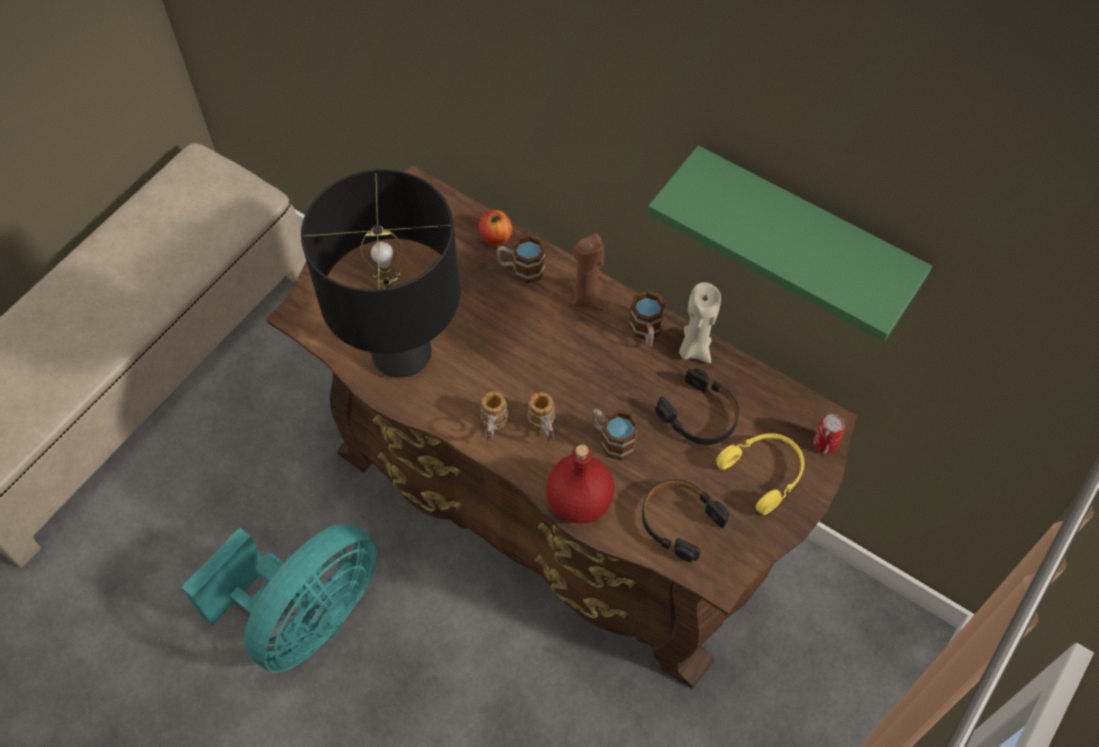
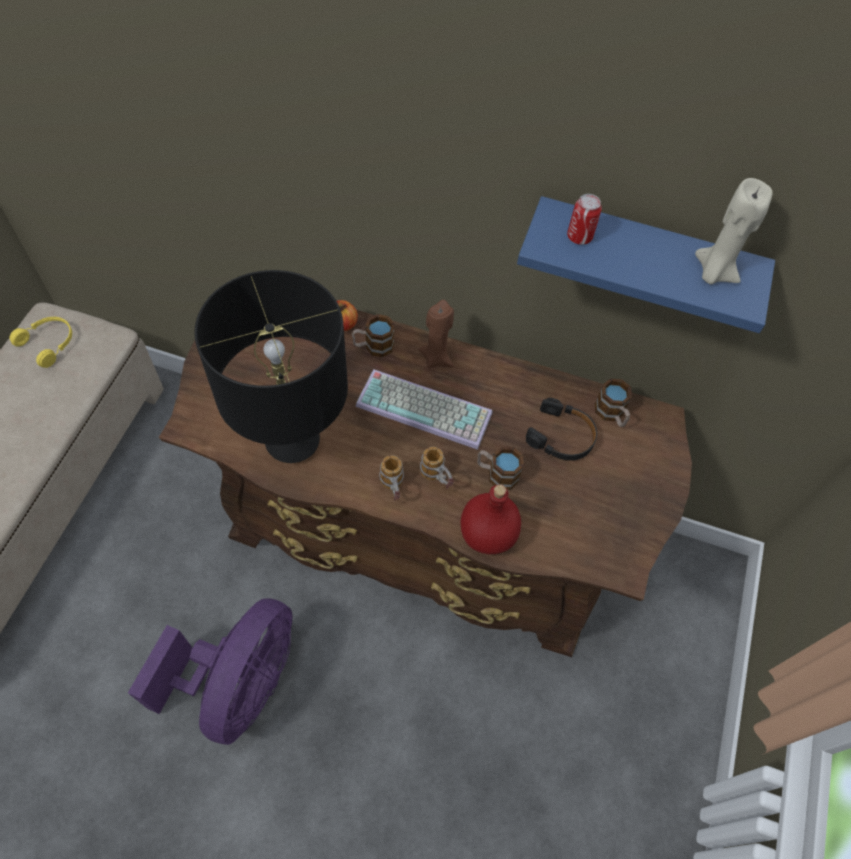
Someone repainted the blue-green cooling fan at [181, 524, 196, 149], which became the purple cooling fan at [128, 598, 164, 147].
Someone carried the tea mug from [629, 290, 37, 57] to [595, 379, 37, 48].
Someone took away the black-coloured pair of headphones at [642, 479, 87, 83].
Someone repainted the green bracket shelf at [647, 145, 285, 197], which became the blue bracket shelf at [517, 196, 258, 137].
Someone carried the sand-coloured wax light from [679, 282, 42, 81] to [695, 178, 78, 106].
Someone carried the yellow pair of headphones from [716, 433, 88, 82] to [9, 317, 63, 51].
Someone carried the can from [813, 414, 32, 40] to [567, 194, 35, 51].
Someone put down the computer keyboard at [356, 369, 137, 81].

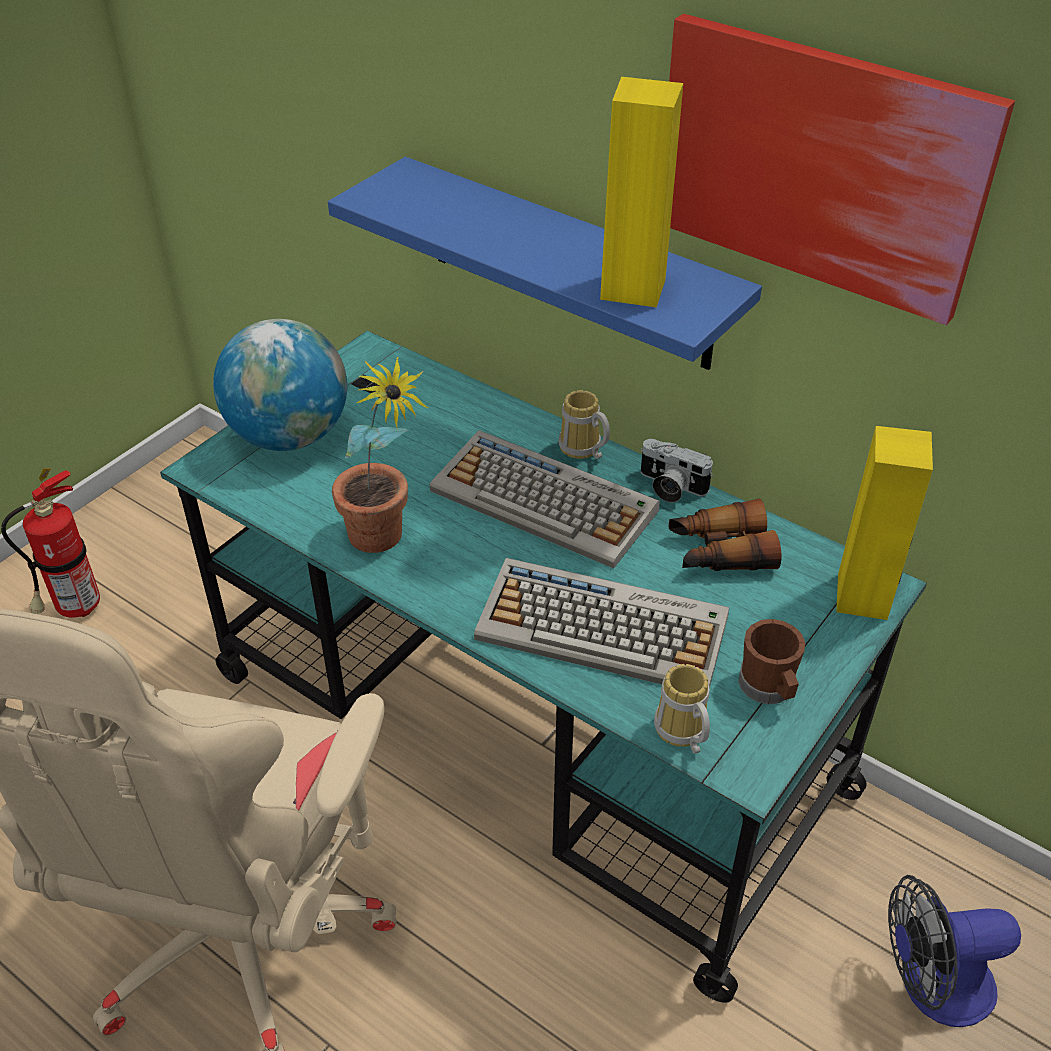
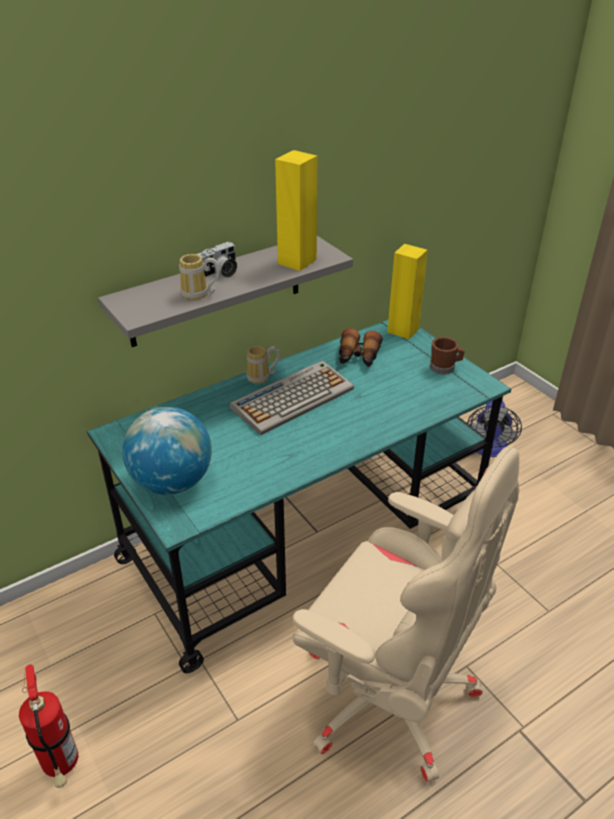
Someone repainted the blue bracket shelf at [328, 157, 434, 213], which became the greyish bracket shelf at [98, 236, 255, 111].
Someone took away the houseplant at [332, 357, 96, 196].
Someone took away the computer keyboard at [474, 558, 255, 130].
Someone carried the photo camera from [640, 439, 74, 63] to [197, 242, 40, 36].
Someone carried the tea mug from [654, 664, 56, 90] to [179, 254, 41, 46].
Someone took away the wall picture at [669, 14, 346, 311].

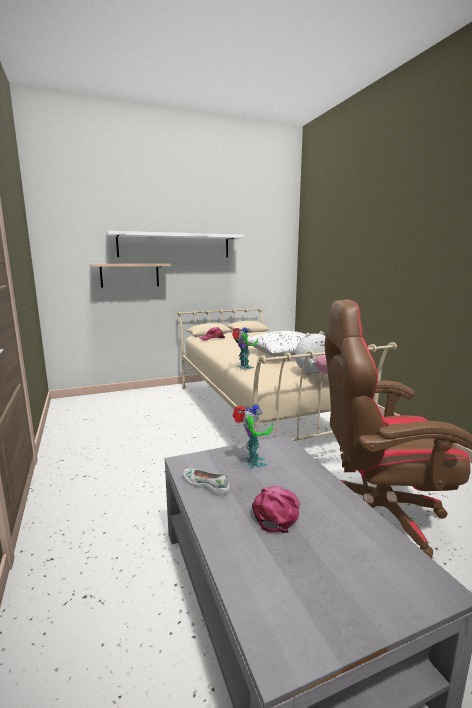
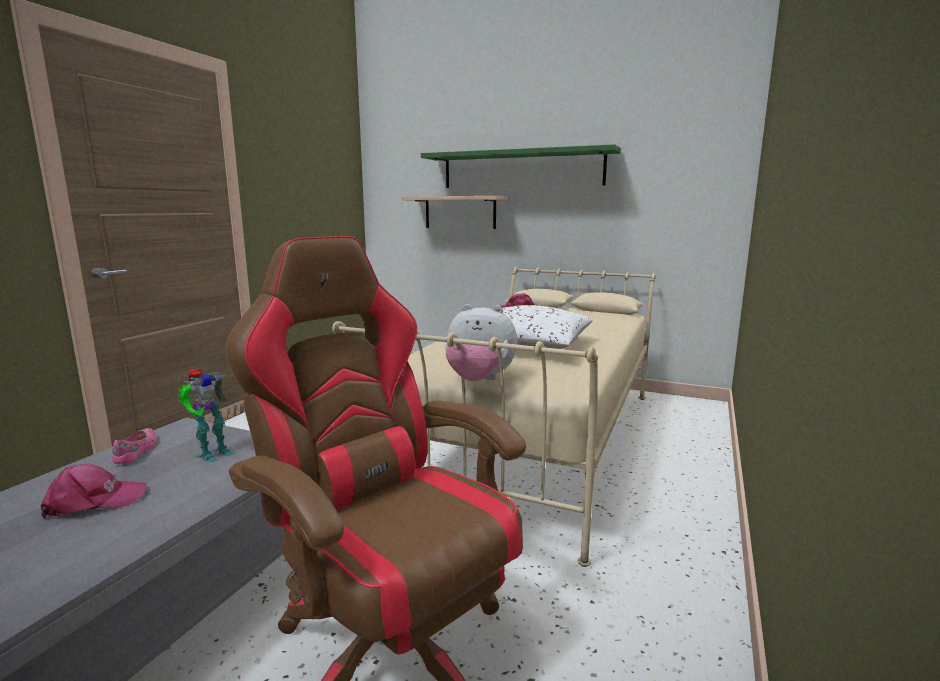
Someone repainted the white bracket shelf at [106, 231, 137, 27], which became the green bracket shelf at [421, 144, 200, 44].
Someone repainted the white item of footwear at [183, 468, 47, 28], which became the pink item of footwear at [112, 428, 45, 36].
Someone took away the robot figure at [232, 327, 26, 43].

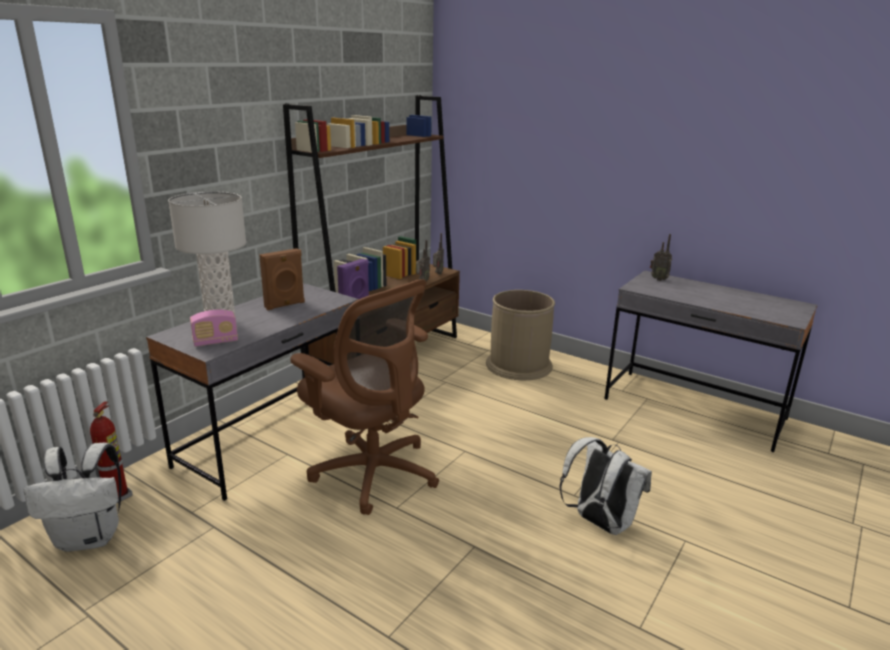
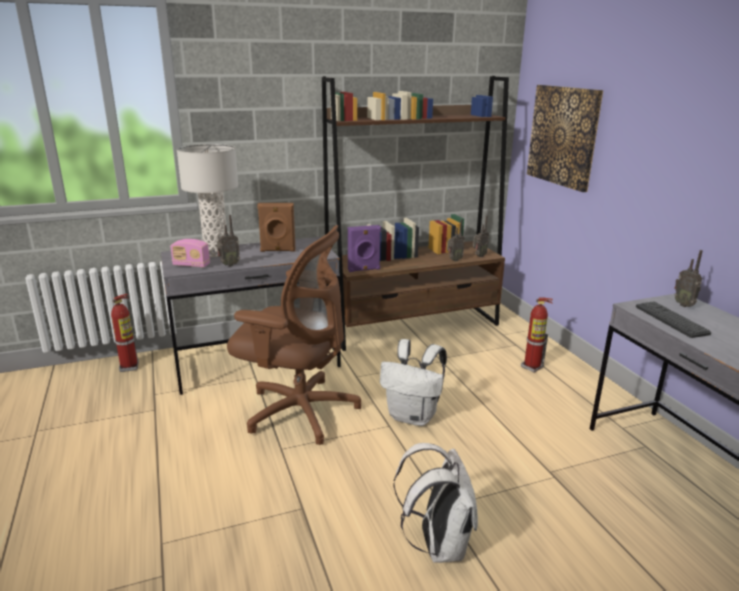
Someone carried the white rucksack from [23, 443, 99, 109] to [380, 339, 67, 87].
Someone rotated the brown-coloured office chair at [290, 279, 149, 236] by 60 degrees counterclockwise.
Someone swapped the brown-coloured rubbish bin at [486, 290, 69, 90] for the fire-fighting cylinder at [521, 297, 32, 76].
Someone put down the radio receiver at [217, 215, 23, 52].
Someone put up the wall picture at [527, 85, 76, 107].
Someone put down the computer keyboard at [636, 301, 75, 37].

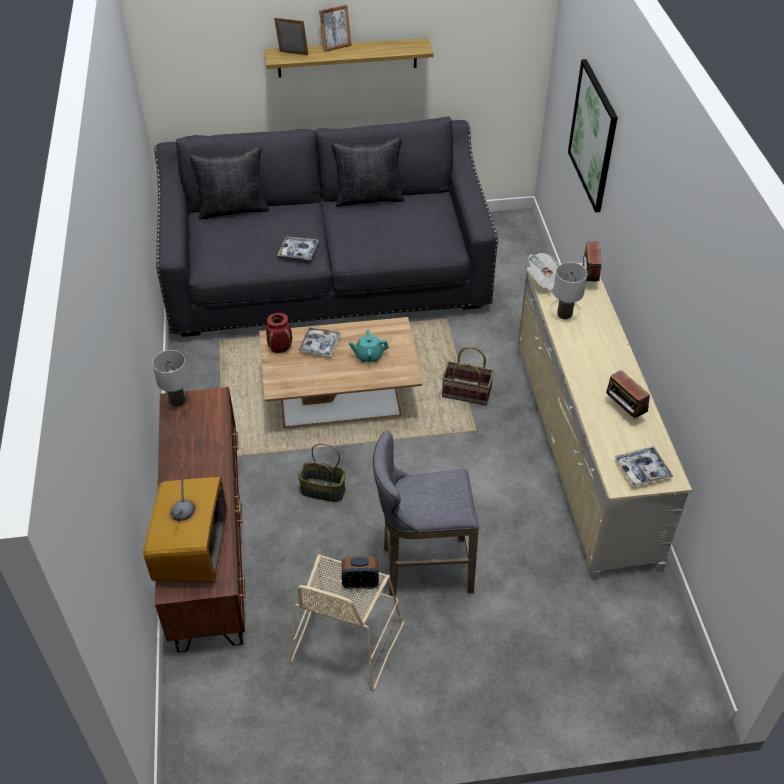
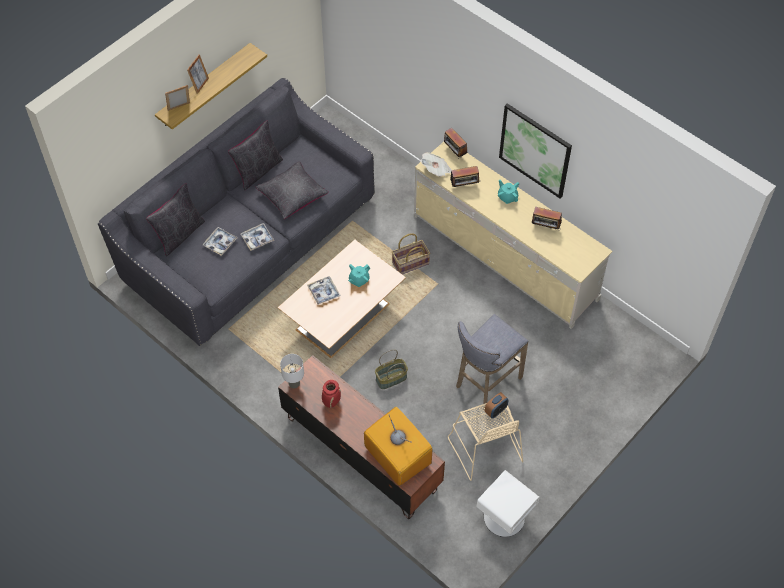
Someone carried the red flower vase from [266, 313, 26, 40] to [322, 380, 19, 28].
Someone swapped the white tabletop lamp at [553, 262, 34, 57] for the radio receiver at [450, 166, 31, 21].
Someone carried the wall picture from [568, 59, 50, 153] to [499, 103, 73, 96].
Someone carried the carrying tray from [615, 446, 58, 41] to [203, 227, 34, 29].
Someone put down the black-coloured throw pillow at [255, 161, 74, 58].
Someone put down the white bedside table at [476, 470, 64, 67].
Someone put down the blue-green tea pot at [498, 180, 21, 24].

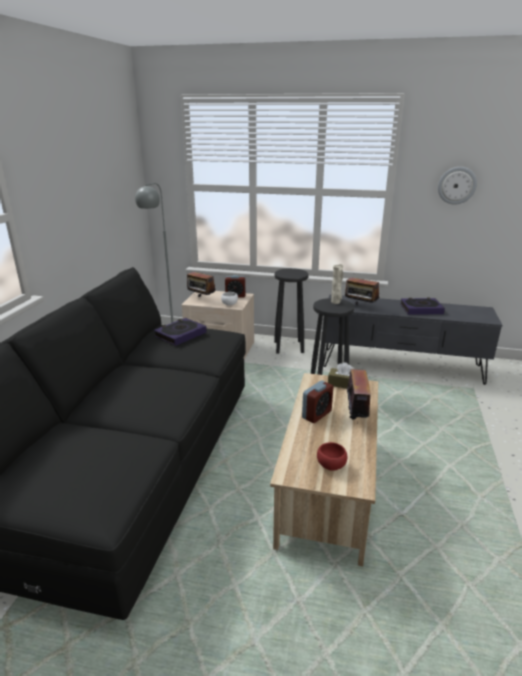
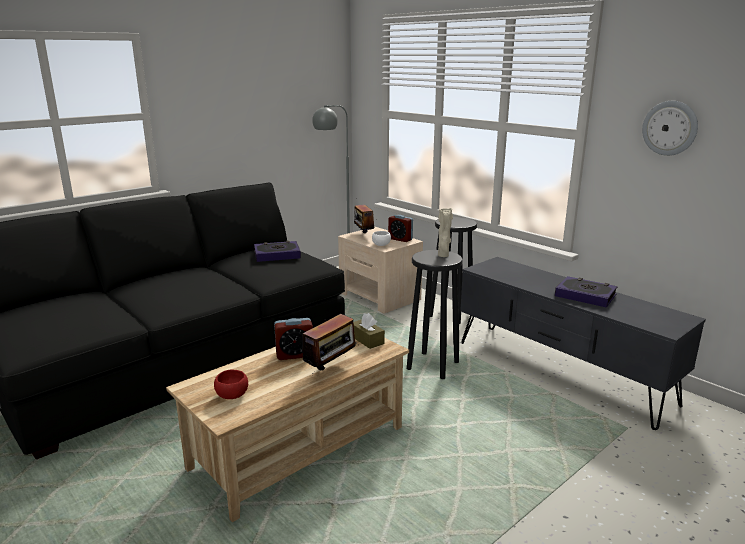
Someone took away the radio receiver at [345, 277, 34, 28].

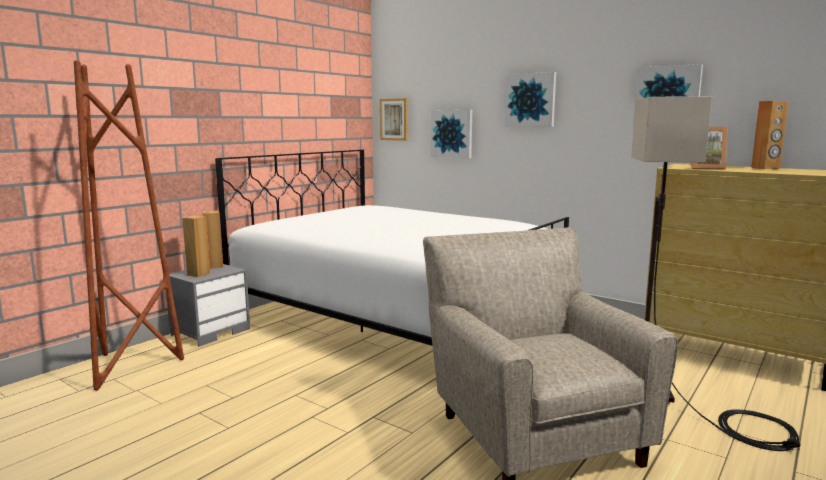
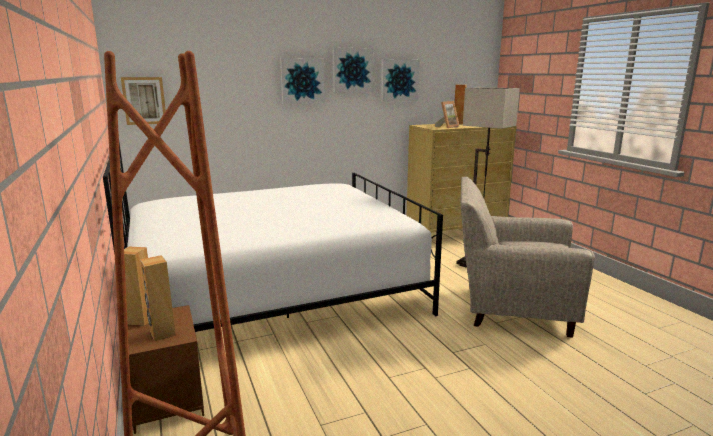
Someone repainted the greyish bedside table at [166, 264, 84, 83], which became the brown-coloured bedside table at [128, 305, 76, 129].
Someone carried the wall picture from [430, 110, 42, 48] to [333, 48, 41, 45].

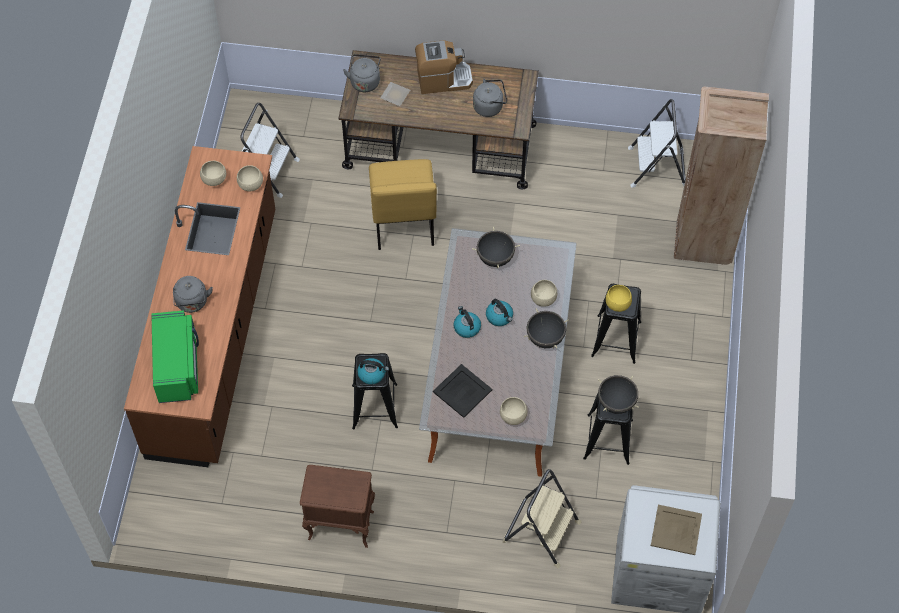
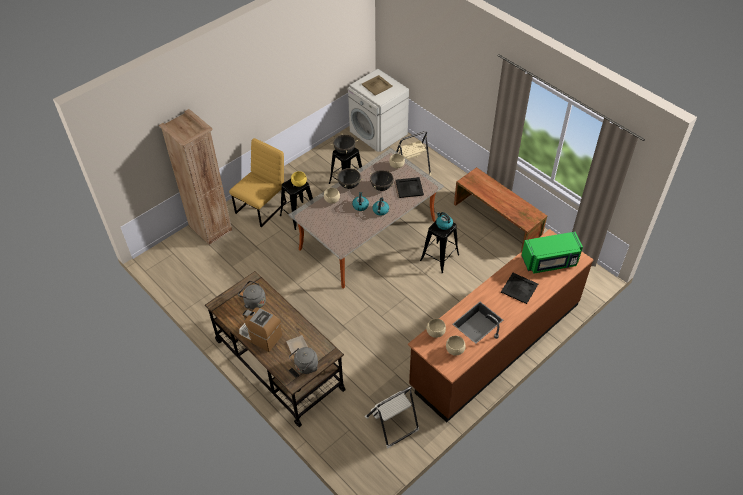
Someone rotated the green microwave at [152, 310, 47, 93] by 135 degrees counterclockwise.
Someone swapped the greyish water kettle at [173, 276, 40, 37] for the black-coloured carrying tray at [501, 273, 37, 31].
Someone swapped the brown-coloured bedside table at [300, 465, 75, 83] for the brown-coloured bench at [454, 167, 93, 85].
Someone carried the yellow upright chair from [369, 159, 68, 91] to [229, 138, 58, 89].
Someone carried the black-coloured stockpot from [472, 227, 48, 41] to [370, 170, 24, 21].
Someone took away the white stepladder at [628, 99, 58, 89].

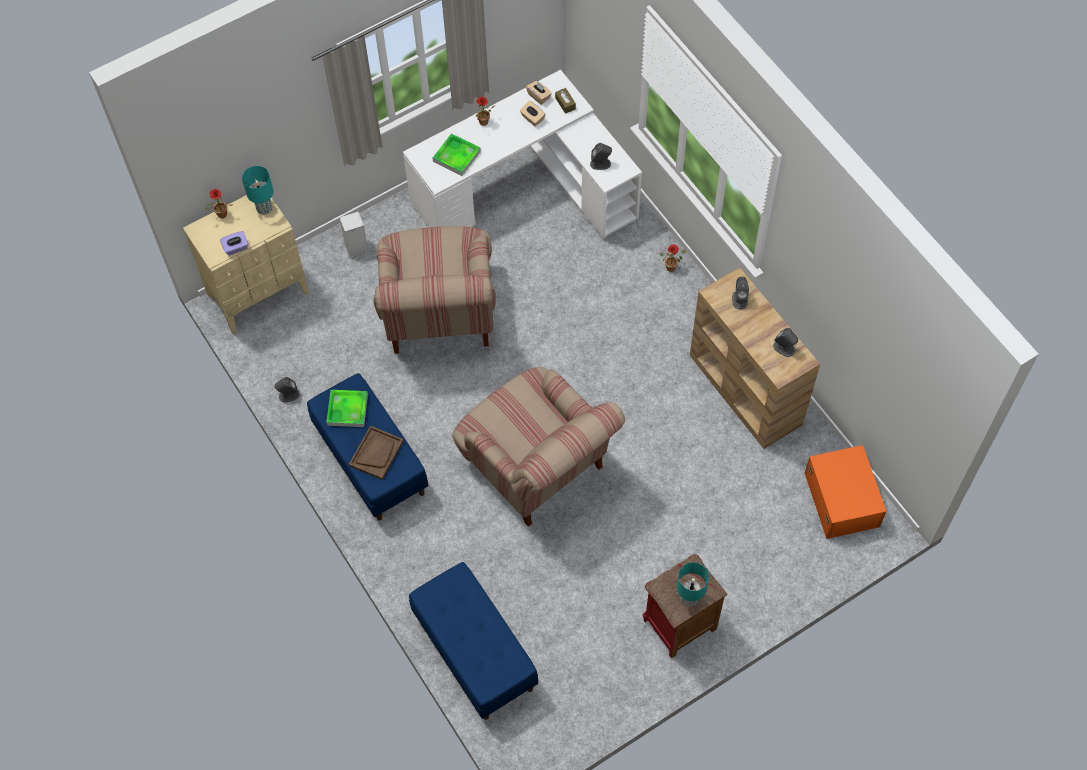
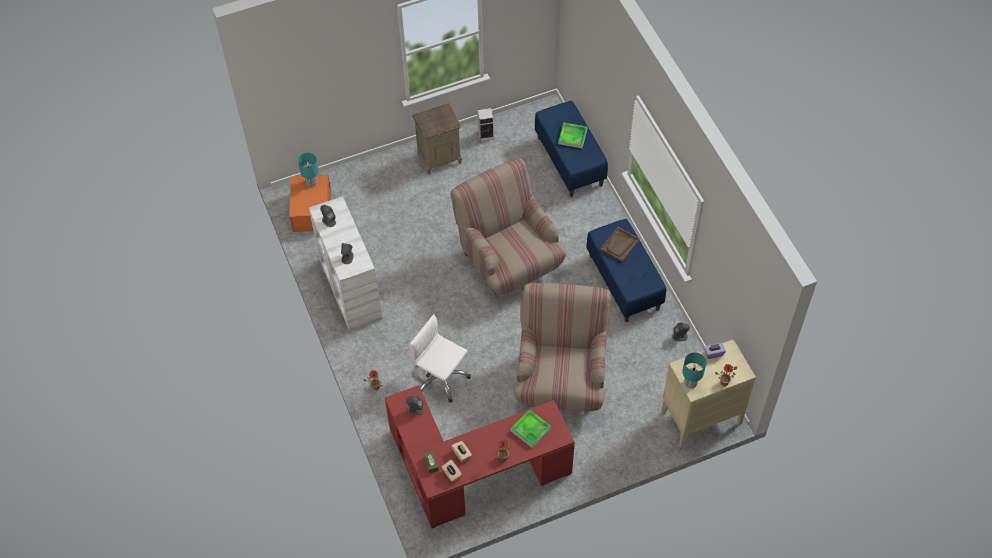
Someone carried the carrying tray from [326, 390, 42, 37] to [558, 122, 29, 26].
Someone carried the loudspeaker from [339, 211, 30, 47] to [477, 108, 17, 33].
Someone repainted the white desk unit at [403, 70, 239, 169], which became the red desk unit at [385, 385, 190, 143].
Someone repainted the red bedside table at [643, 554, 85, 105], which became the sand-coloured bedside table at [412, 103, 50, 72].
Someone carried the blue-green tabletop lamp from [677, 562, 32, 45] to [298, 153, 21, 34].
Someone repainted the brown-coloured bookshelf at [690, 267, 130, 182], which became the white bookshelf at [309, 196, 73, 135].
Someone put down the white office chair at [410, 314, 61, 89].

